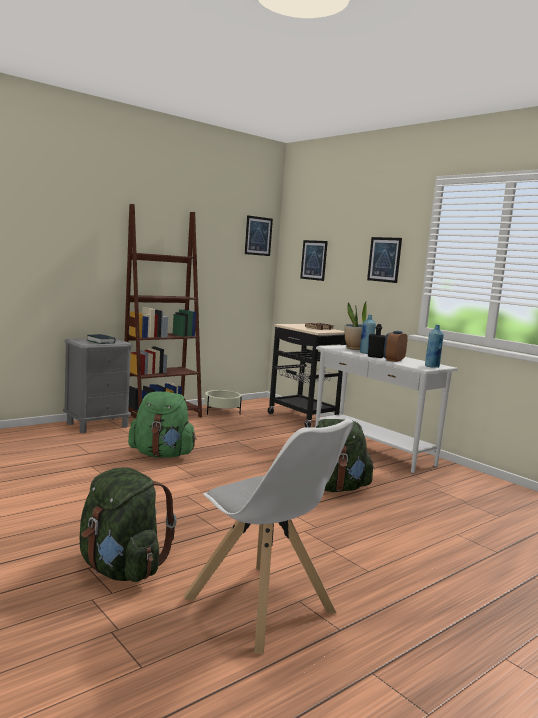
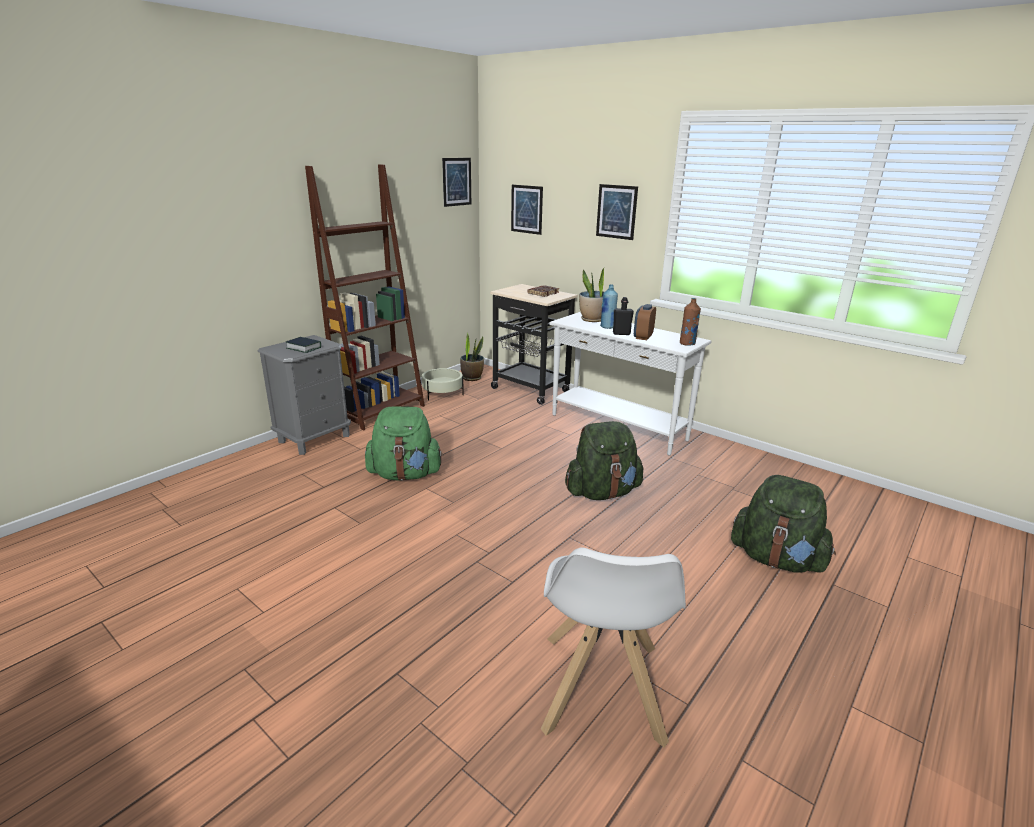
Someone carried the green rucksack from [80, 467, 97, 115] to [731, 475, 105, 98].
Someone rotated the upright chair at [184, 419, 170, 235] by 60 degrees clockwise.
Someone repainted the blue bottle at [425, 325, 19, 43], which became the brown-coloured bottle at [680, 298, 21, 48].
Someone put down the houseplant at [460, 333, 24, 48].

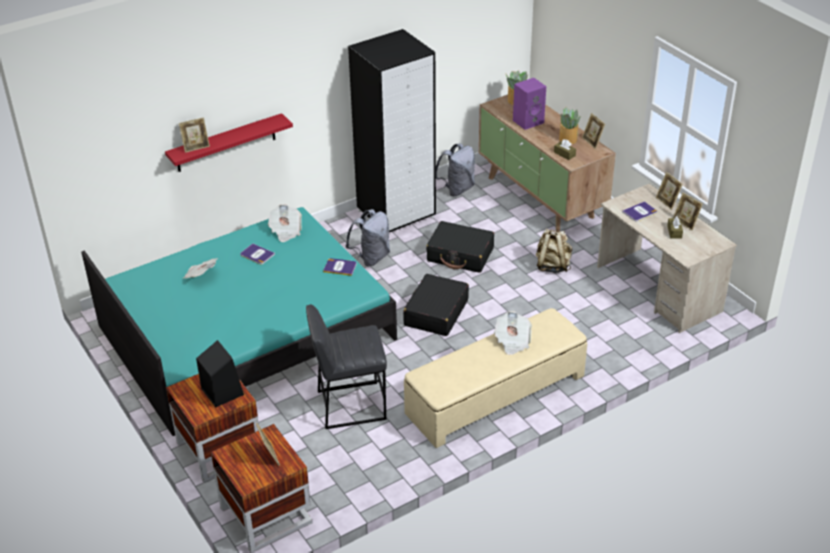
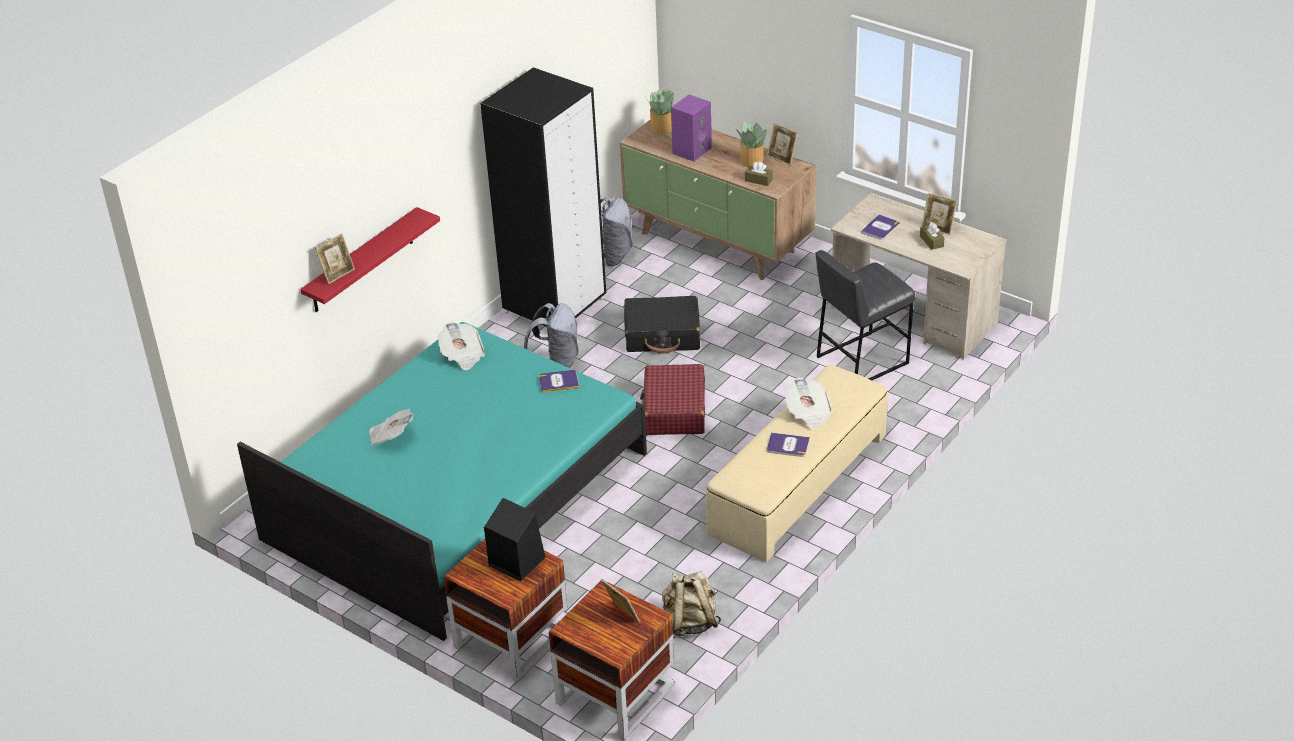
Someone carried the volume from [240, 243, 35, 22] to [767, 433, 43, 24].
Someone carried the greyish stool from [306, 304, 81, 125] to [816, 250, 99, 130].
Someone repainted the black-coloured suitcase at [403, 274, 66, 62], which became the red suitcase at [640, 364, 65, 71].
Someone carried the sand-coloured rucksack from [536, 229, 36, 44] to [662, 571, 59, 65].
Someone took away the standing frame at [656, 172, 27, 38].

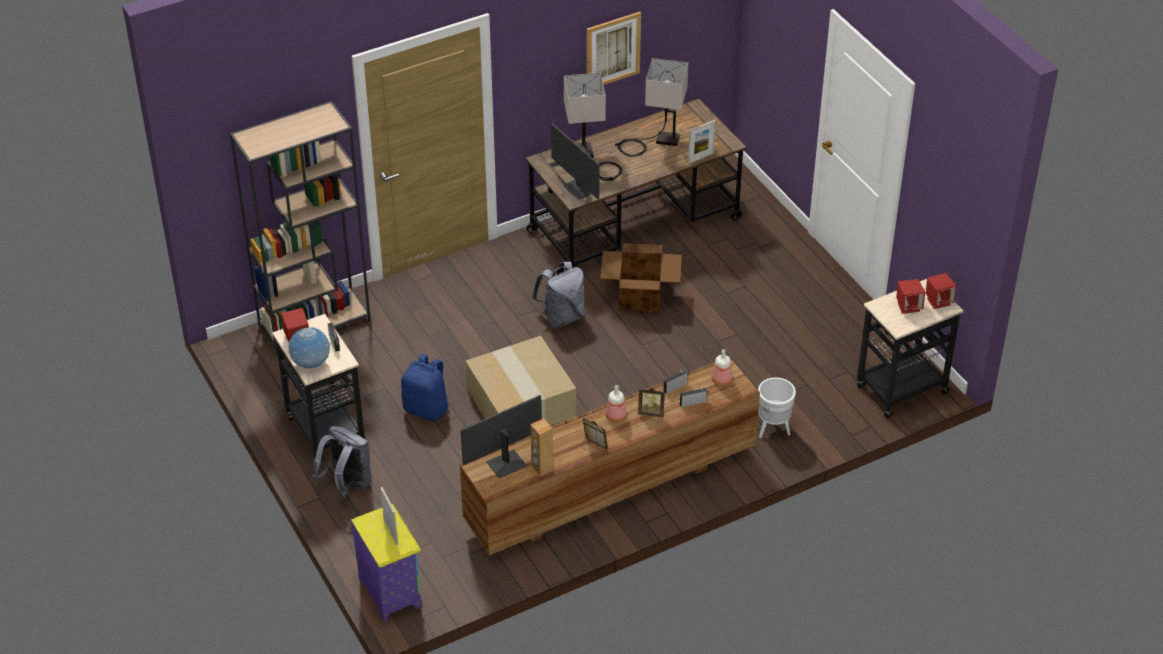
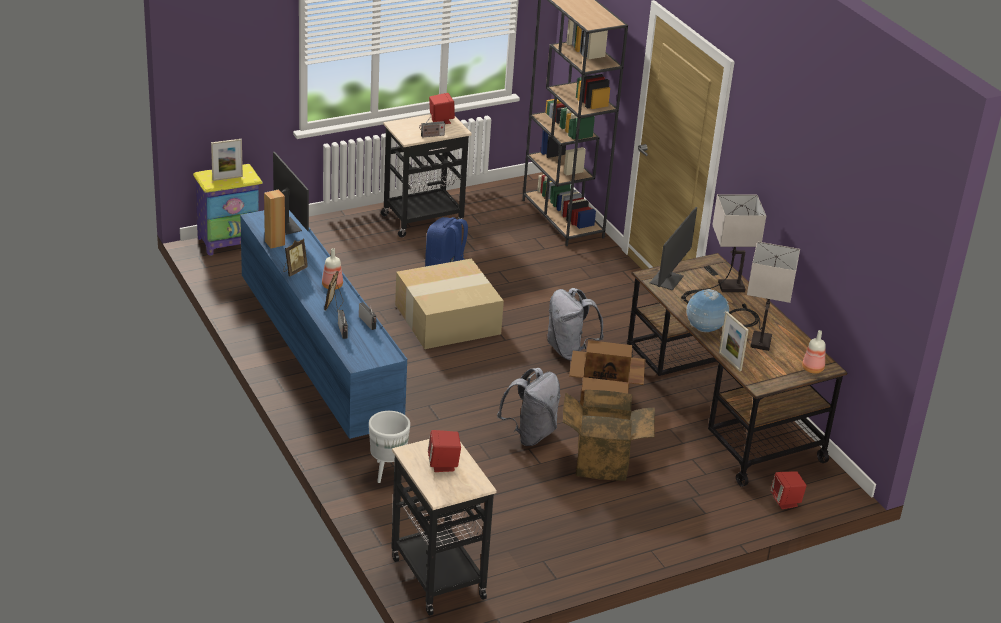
Someone carried the world globe from [288, 327, 42, 42] to [686, 289, 44, 43].
Someone carried the greyish rucksack from [313, 426, 59, 71] to [497, 368, 63, 78].
Someone repainted the brown-coloured storage cabinet at [460, 356, 300, 199], which became the blue storage cabinet at [240, 210, 167, 229].
Someone rotated the computer display at [551, 123, 49, 77] by 150 degrees clockwise.
Someone took away the wall picture at [586, 12, 55, 73].
Someone carried the bottle from [712, 349, 21, 37] to [802, 330, 24, 44].
Someone carried the red loudspeaker from [926, 273, 31, 36] to [770, 471, 37, 38].
Someone put down the packing box at [563, 390, 92, 91].

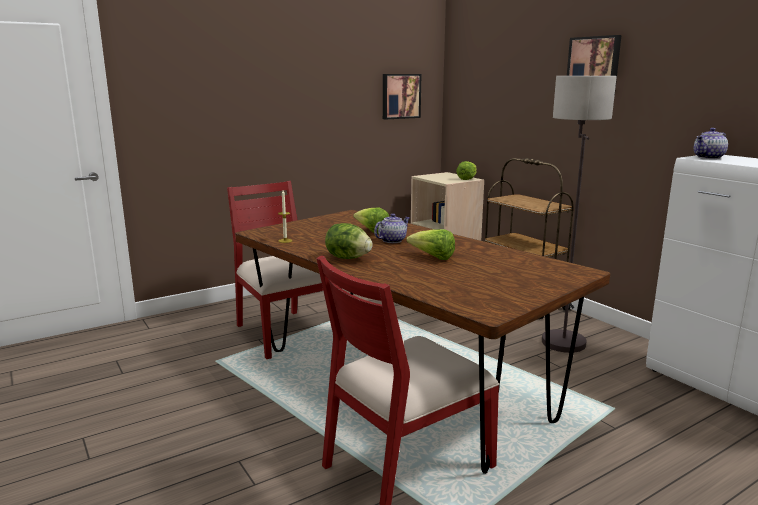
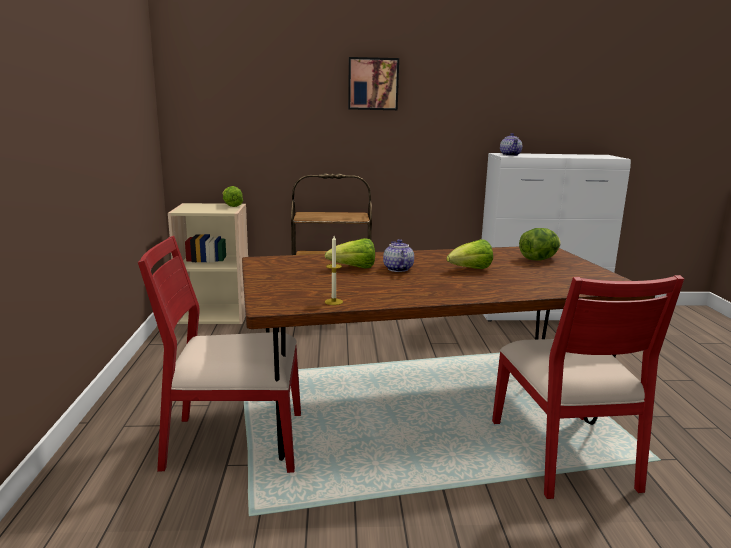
Someone carried the lettuce head from [325, 223, 48, 36] to [519, 228, 42, 33].
Someone took away the wall picture at [383, 74, 38, 45].
Someone took away the greyish standing lamp at [542, 76, 74, 277].

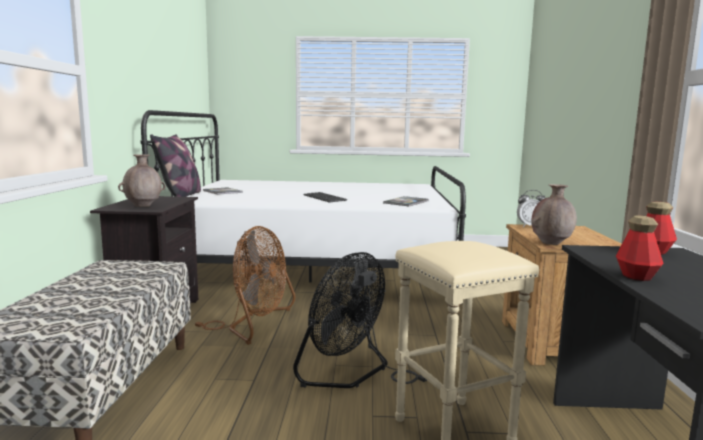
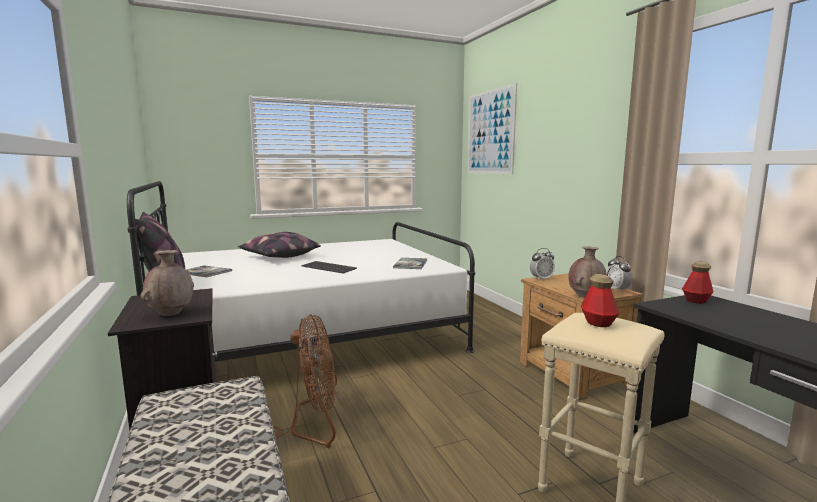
Someone took away the black-coloured cooling fan at [293, 252, 135, 136].
Someone carried the bottle from [616, 216, 48, 65] to [581, 274, 39, 53].
Someone put down the throw pillow at [238, 232, 83, 26].
Someone put up the wall picture at [468, 83, 49, 91].
Someone put down the table clock at [606, 256, 27, 36].

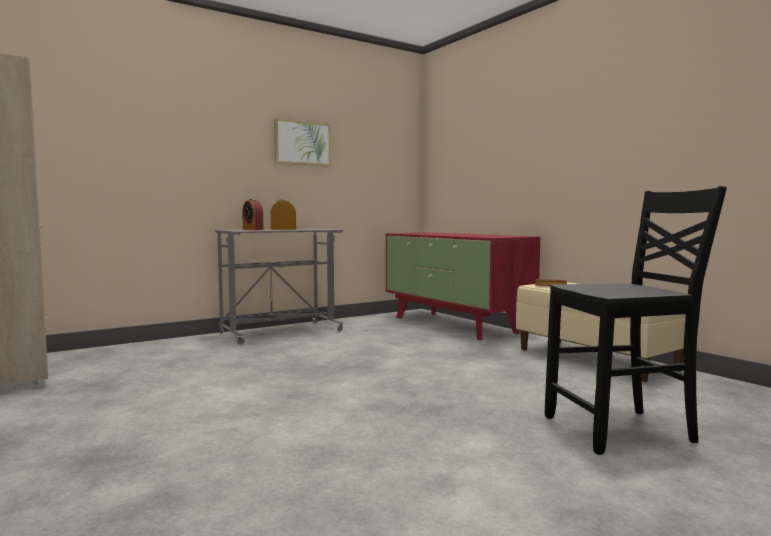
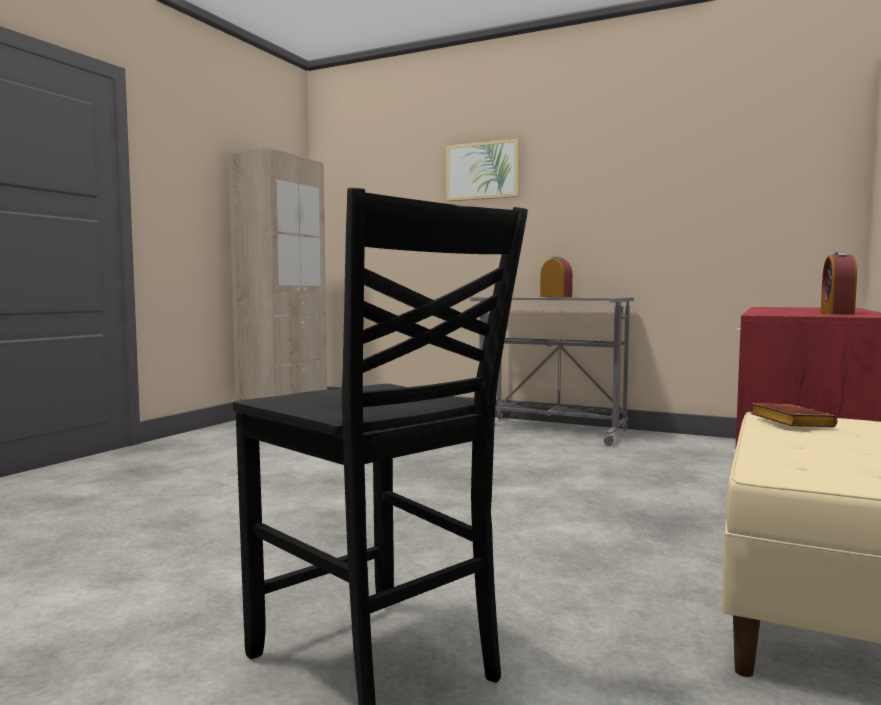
Someone carried the table clock from [242, 199, 22, 31] to [821, 252, 36, 63].
Someone carried the wall picture from [274, 118, 57, 49] to [446, 138, 74, 63].

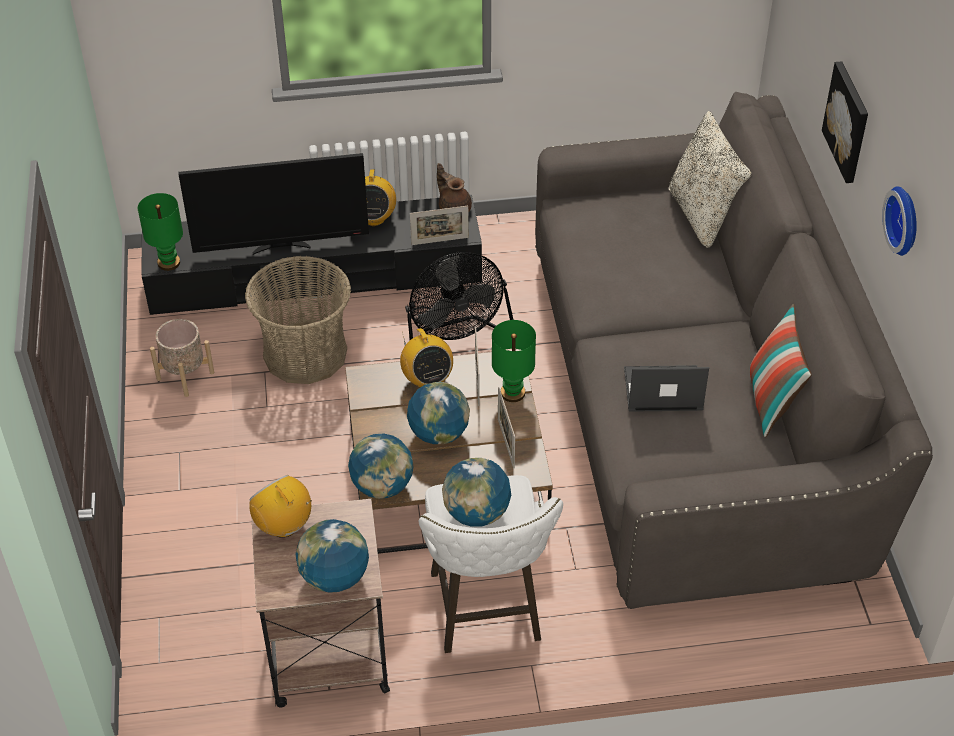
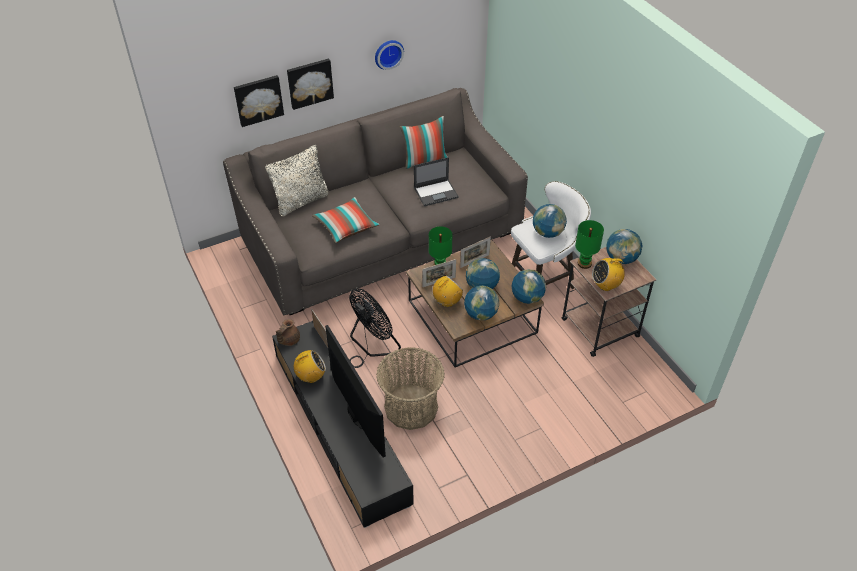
Someone carried the green tabletop lamp from [138, 193, 45, 78] to [575, 220, 29, 49].
Someone took away the sand-coloured flower pot at [150, 319, 64, 78].
Someone rotated the radio receiver at [249, 475, 63, 63] by 45 degrees clockwise.
Someone rotated the portable computer at [624, 365, 85, 47] by 90 degrees counterclockwise.
Someone put up the wall picture at [234, 75, 50, 52].
Someone put down the throw pillow at [312, 197, 67, 46].
Someone put down the world globe at [464, 286, 35, 35].

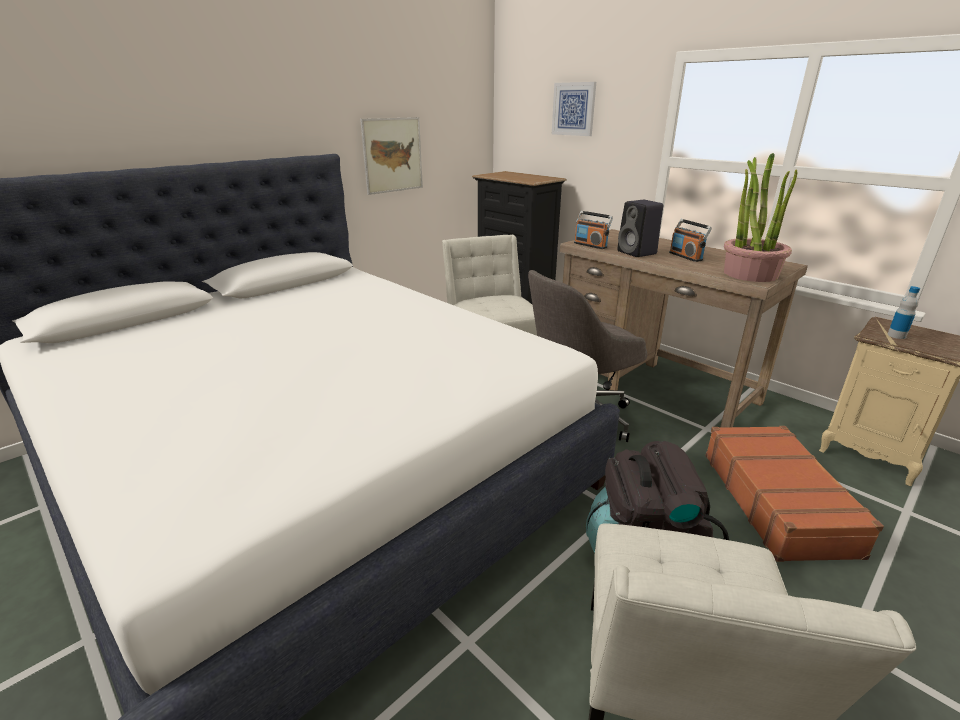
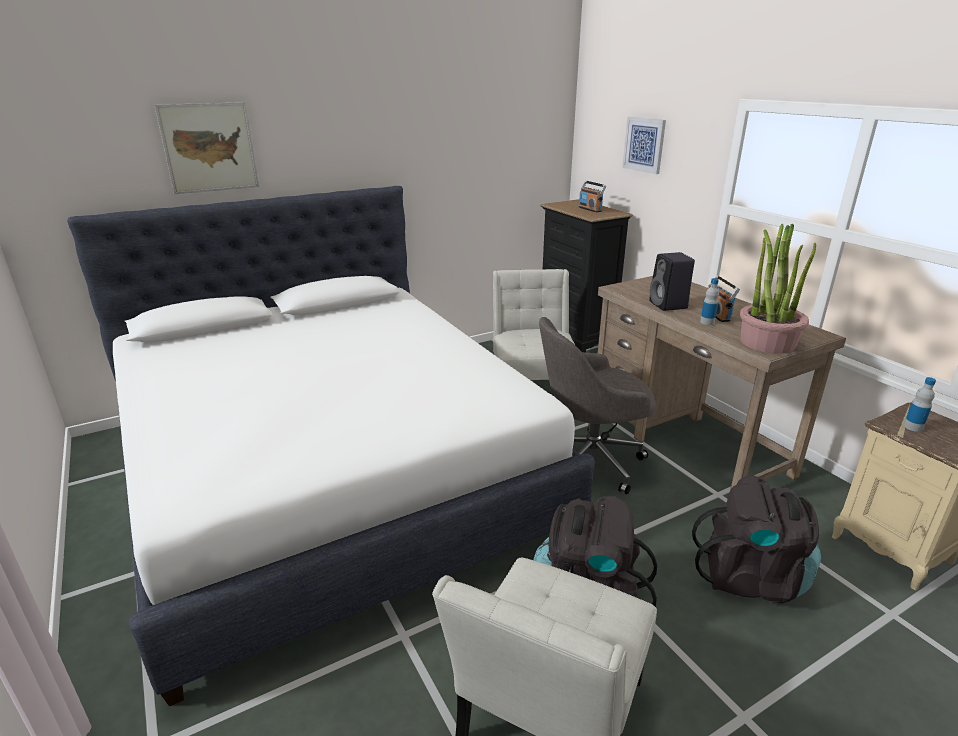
Someone carried the wall picture from [360, 117, 63, 78] to [155, 102, 104, 92].
Someone carried the radio receiver from [574, 211, 39, 38] to [578, 181, 28, 32].
Someone swapped the brown-coloured suitcase at [705, 426, 179, 136] for the black-coloured rucksack at [692, 476, 129, 127].
Someone put down the bottle at [700, 278, 19, 47].

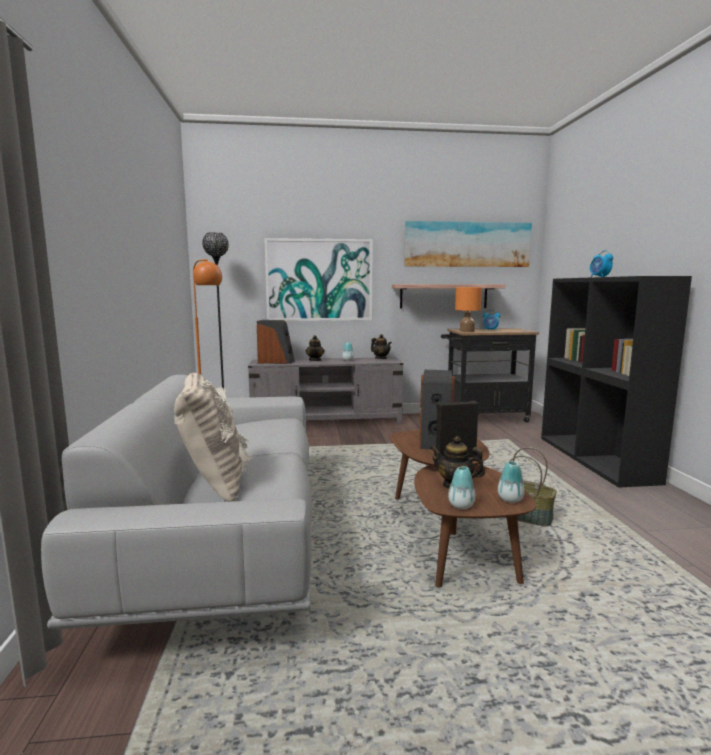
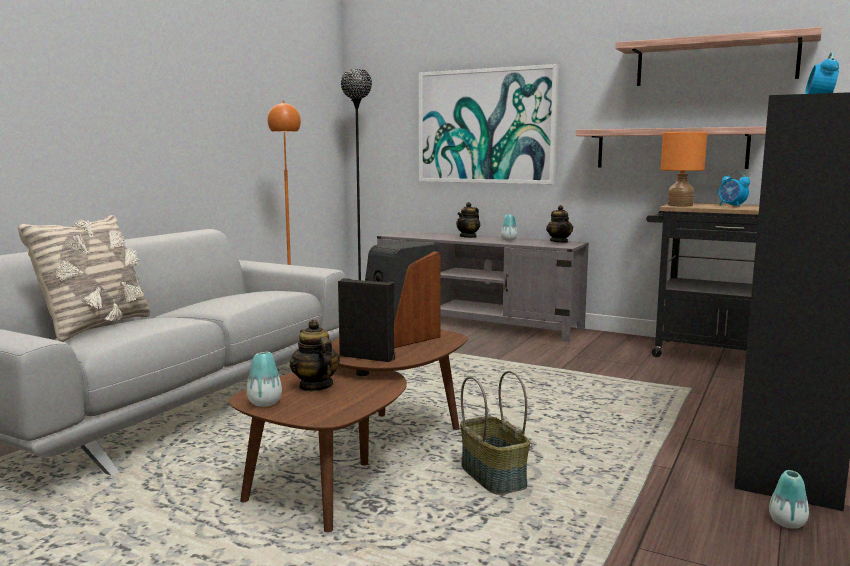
Someone took away the loudspeaker at [257, 320, 38, 44].
Someone swapped the wall picture at [404, 221, 128, 46] for the bracket shelf at [615, 27, 207, 59].
Someone carried the flower vase from [498, 461, 27, 42] to [769, 470, 40, 59].

